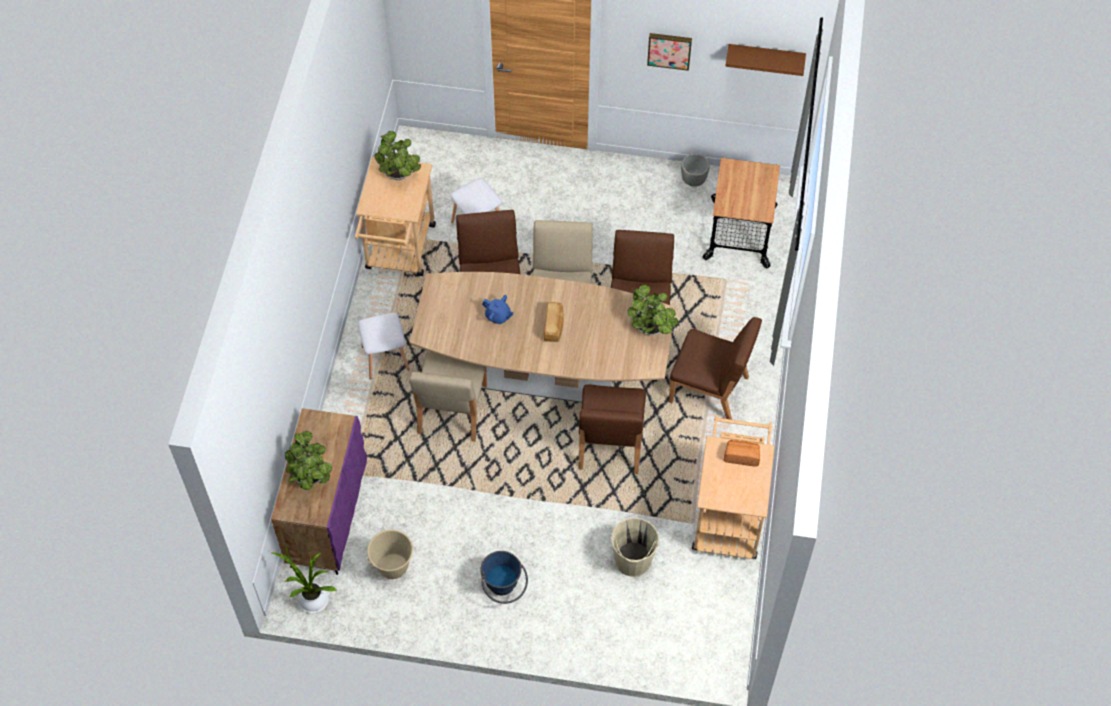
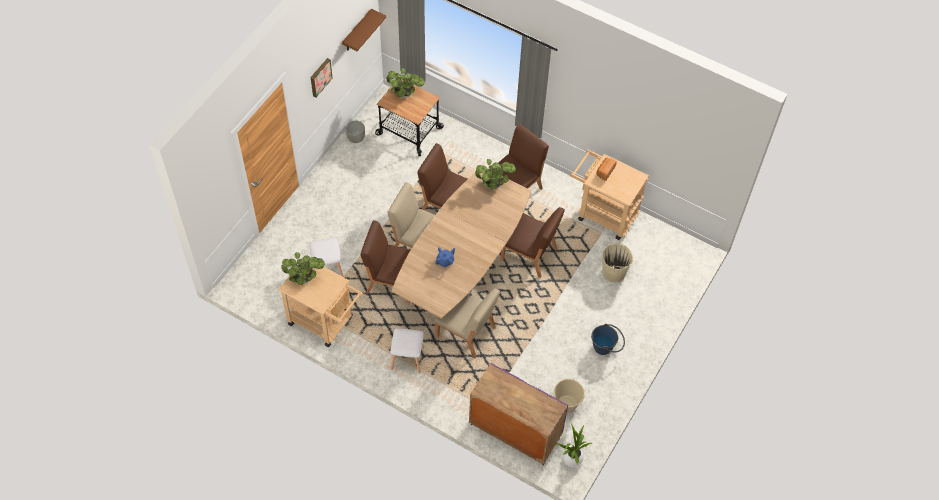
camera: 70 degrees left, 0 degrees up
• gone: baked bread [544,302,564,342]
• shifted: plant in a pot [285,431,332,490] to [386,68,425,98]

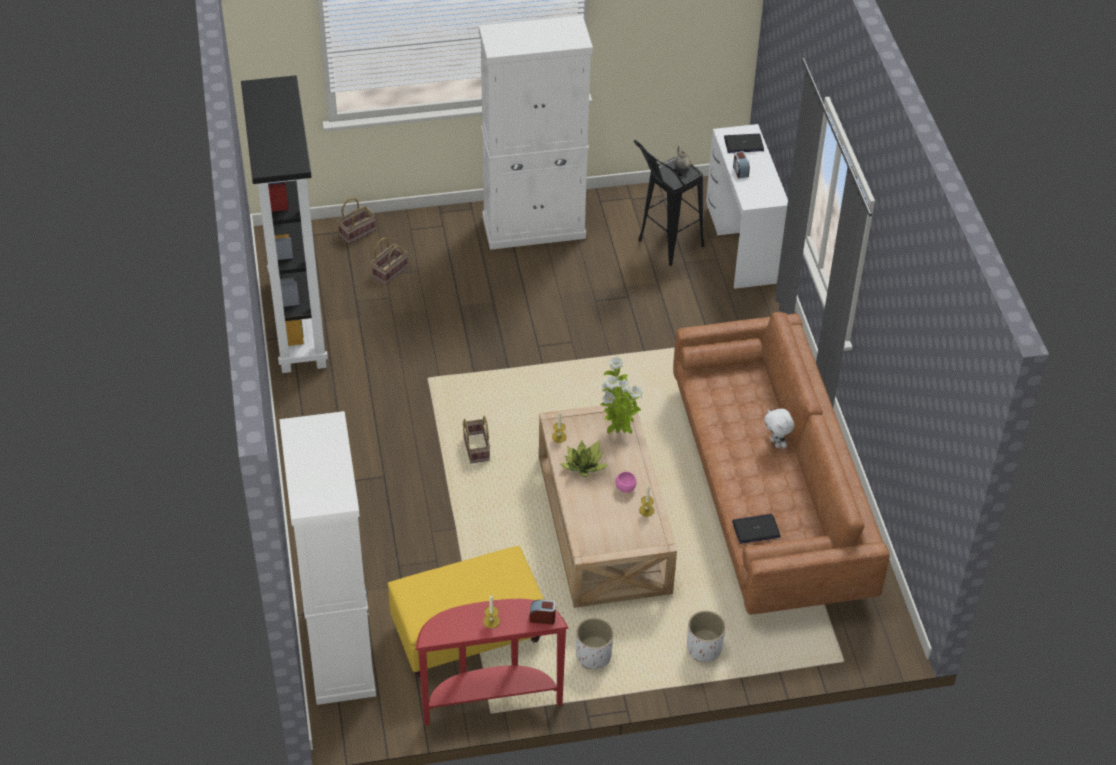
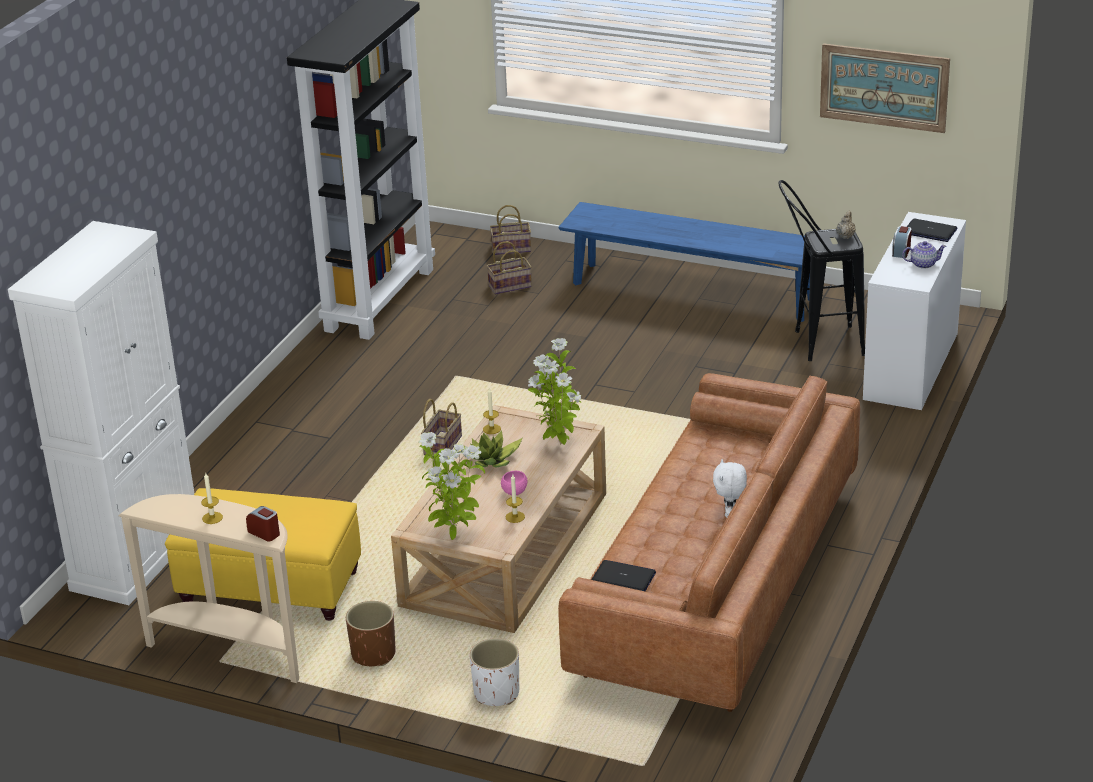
camera: 35 degrees right, 15 degrees down
• swapped: cupboard (white) [479,15,593,250] to bench (blue-coloured) [558,202,831,322]
• repainted: narrow table (red-coloured) [416,599,569,725] to narrow table (sand-coloured) [118,494,299,683]
• repainted: planter (white) [576,618,614,669] to planter (brown-coloured) [346,601,396,666]
• new: wall art [820,43,950,133]
• new: pot for tea [902,241,946,269]
• new: plant in a pot [418,432,485,540]

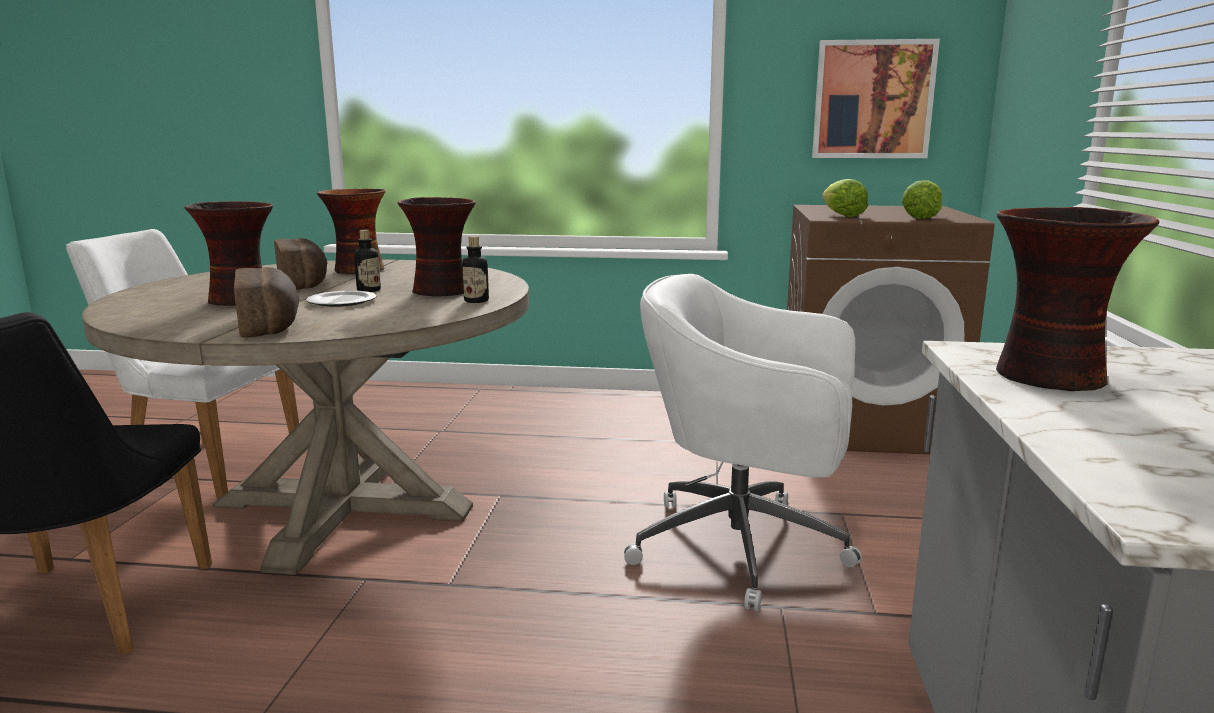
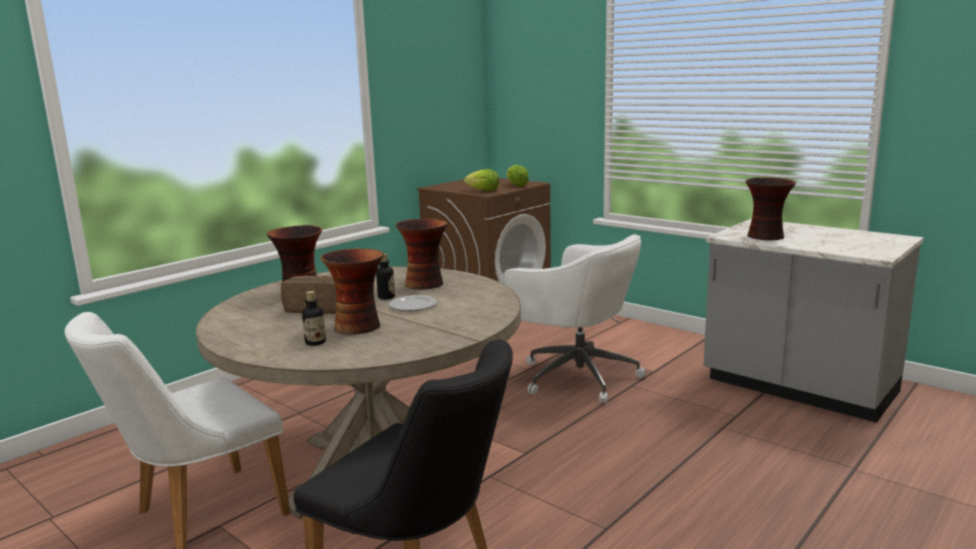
camera: 55 degrees left, 0 degrees up
• gone: wall art [812,39,940,158]
• shifted: bottle [462,236,489,303] to [302,291,326,346]
• gone: baked bread [234,267,300,338]
• rotated: computer chair (white) [624,274,862,611] = [502,234,646,403] 105 degrees counterclockwise

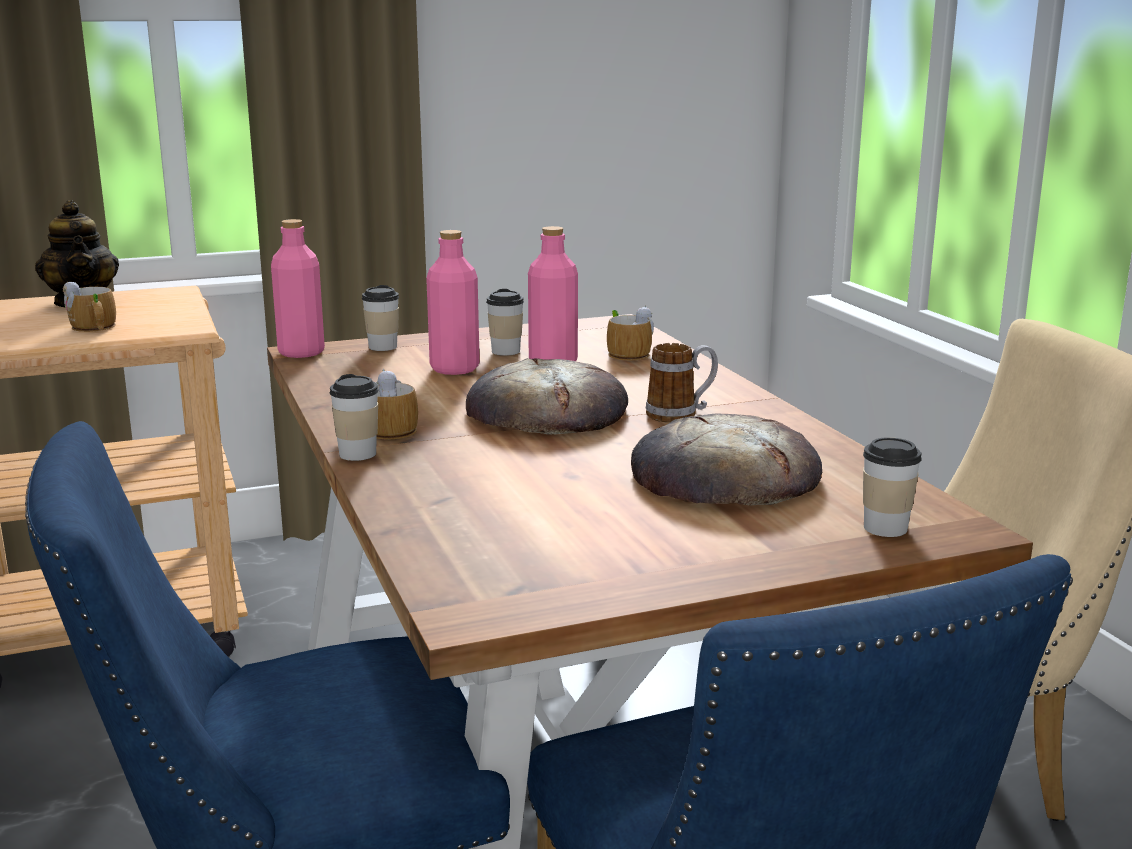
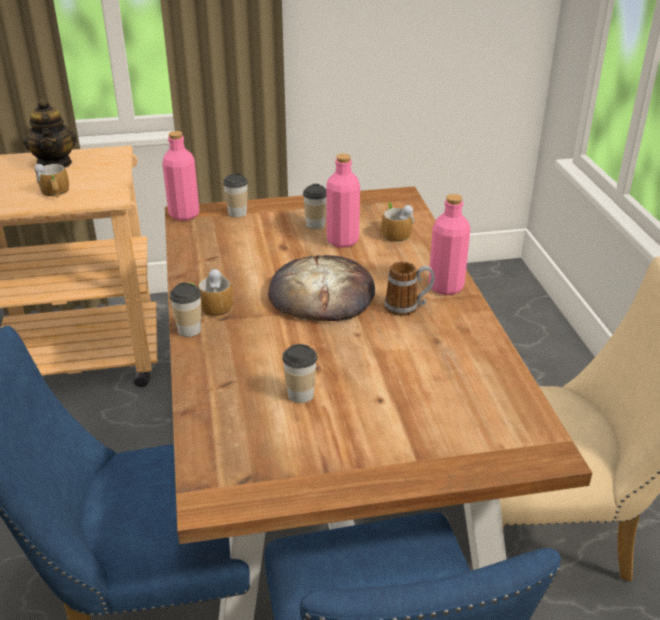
camera: 10 degrees right, 15 degrees up
• shifted: bottle (pink-coloured) [426,230,480,375] to [428,194,471,295]
• gone: baked bread [631,414,822,506]
• shifted: drinking cup [863,437,922,537] to [283,344,317,403]

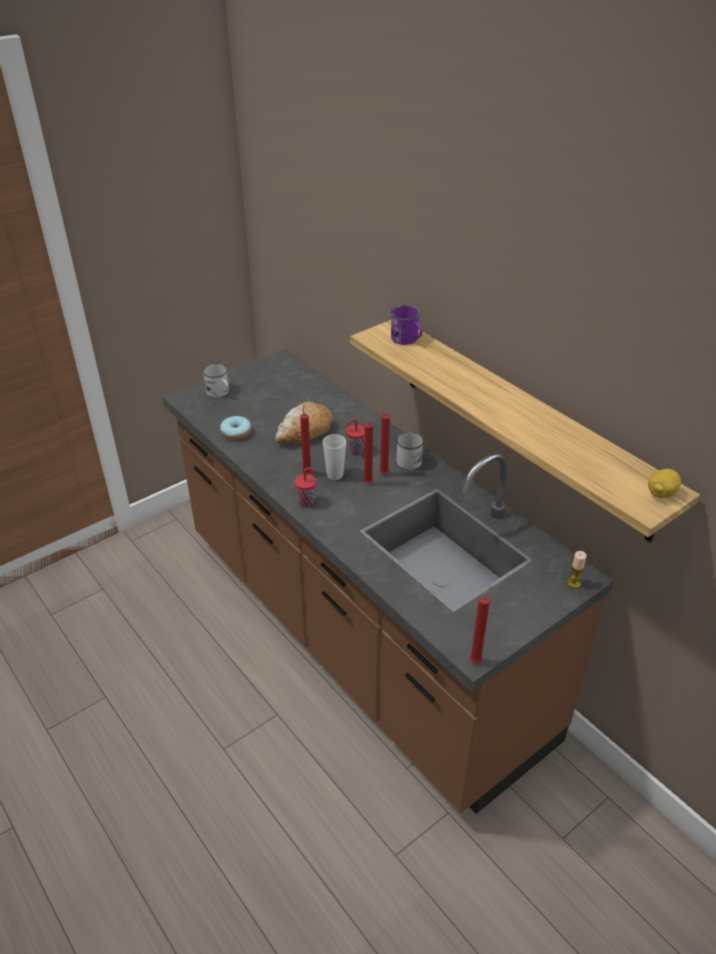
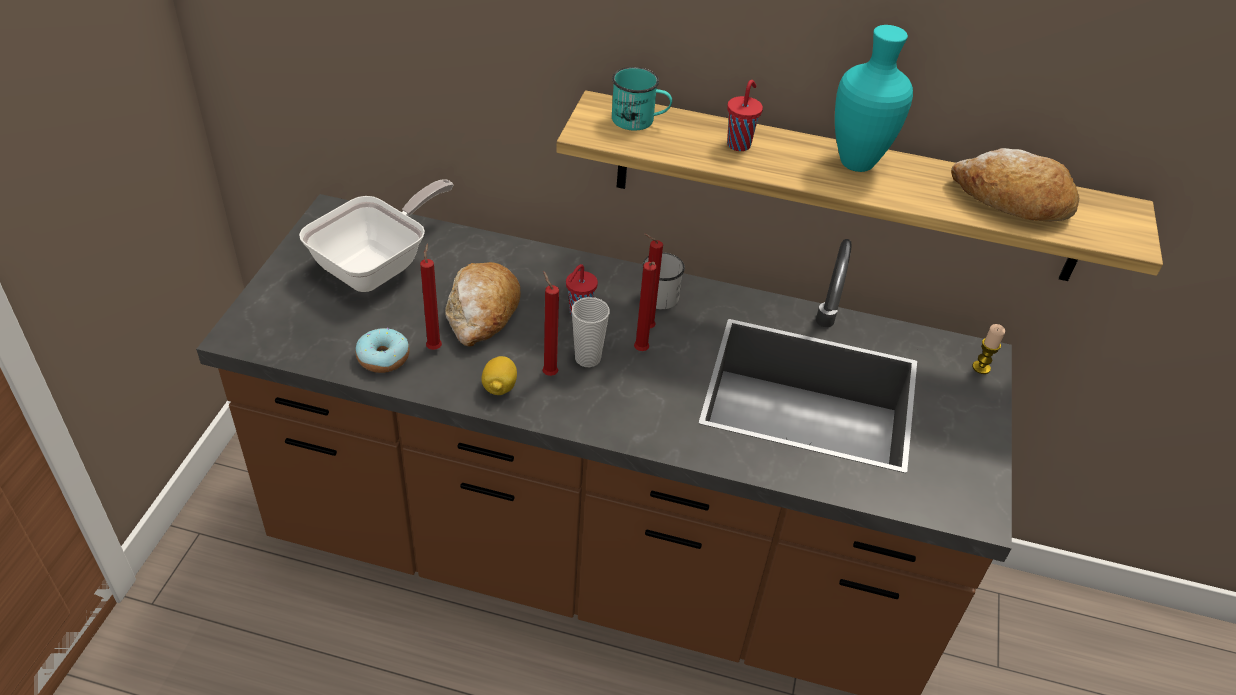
camera: 40 degrees left, 5 degrees up
• repainted: mug (purple-coloured) [390,305,423,345] to mug (turquoise-coloured) [612,67,672,131]
• gone: mug (white) [202,364,229,397]
• shifted: drinking cup (red-coloured) [294,467,317,507] to [727,80,763,151]
• shifted: lemon [648,469,681,498] to [481,356,517,395]
• shifted: candle (red-coloured) [470,586,491,663] to [420,244,442,350]
• new: vase (turquoise-coloured) [835,25,913,172]
• new: baked bread [951,148,1079,222]
• new: skillet [299,179,454,292]

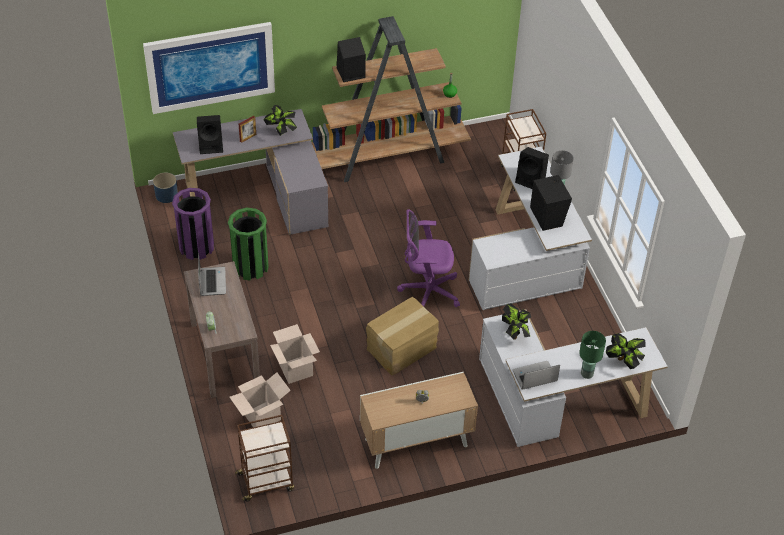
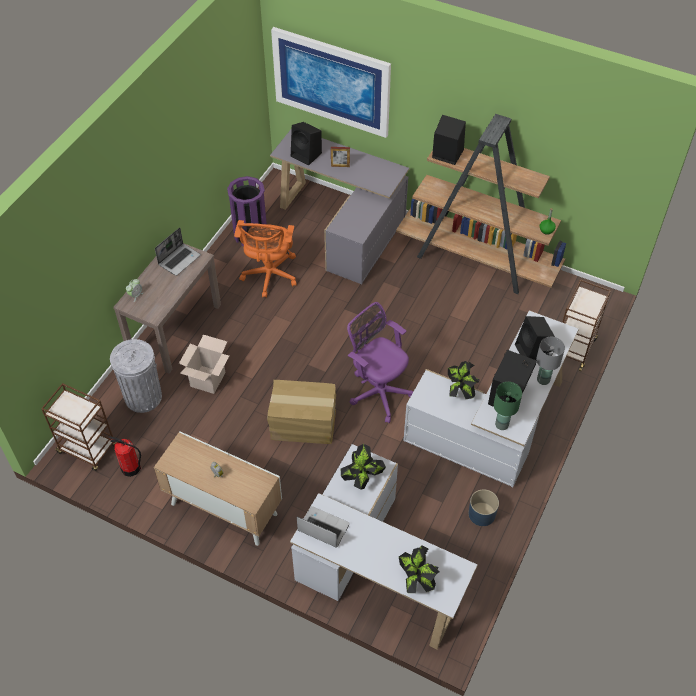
camera: 45 degrees right, 5 degrees up
• shifted: plant in a pot [264,105,297,136] to [448,361,480,399]
• shifted: planter (blue-coloured) [153,172,178,203] to [469,489,499,526]
• swapped: rubbish bin (green) [228,208,269,280] to computer chair (orangey) [234,220,297,298]
• shifted: table lamp (green) [579,331,606,379] to [494,382,522,430]
• swapped: carton [229,372,291,427] to rubbish bin (grey) [110,339,162,413]
• new: fire extinguisher [109,437,141,477]

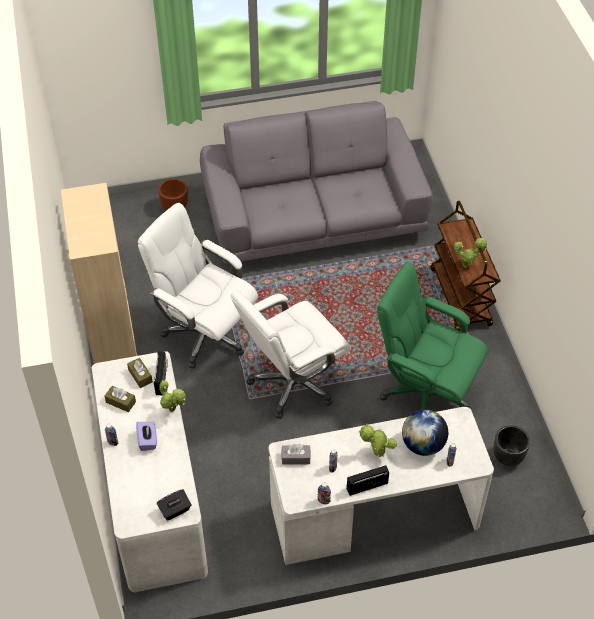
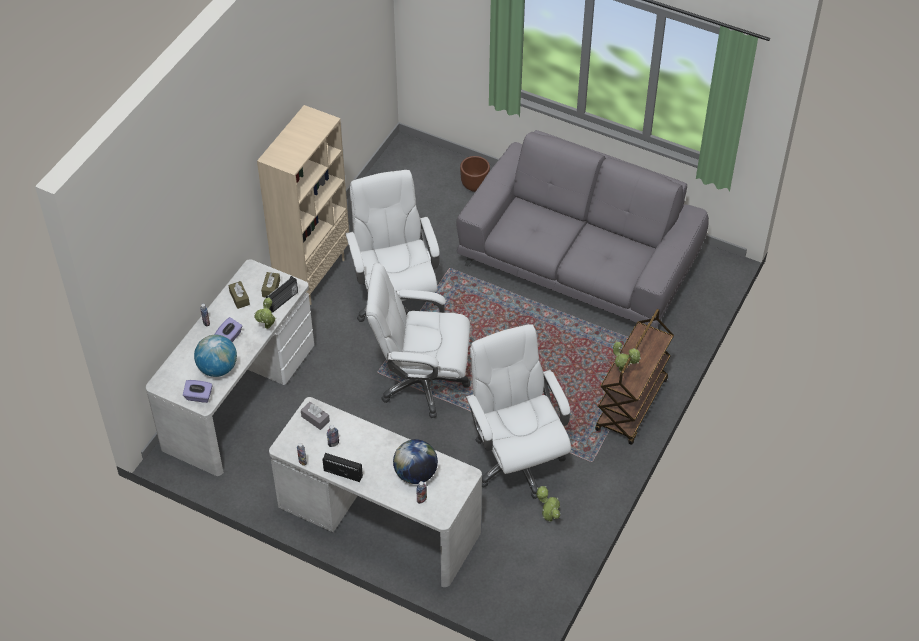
camera: 40 degrees right, 0 degrees up
• repainted: computer chair (green) [377,262,488,410] to computer chair (white) [466,324,571,499]
• shifted: plant in a pot [359,423,397,457] to [536,486,560,522]
• gone: planter (blackish) [493,425,530,466]
• repainted: tissue holder (blackish) [157,489,191,521] to tissue holder (purple-coloured) [183,380,212,403]
• new: globe [194,335,237,377]

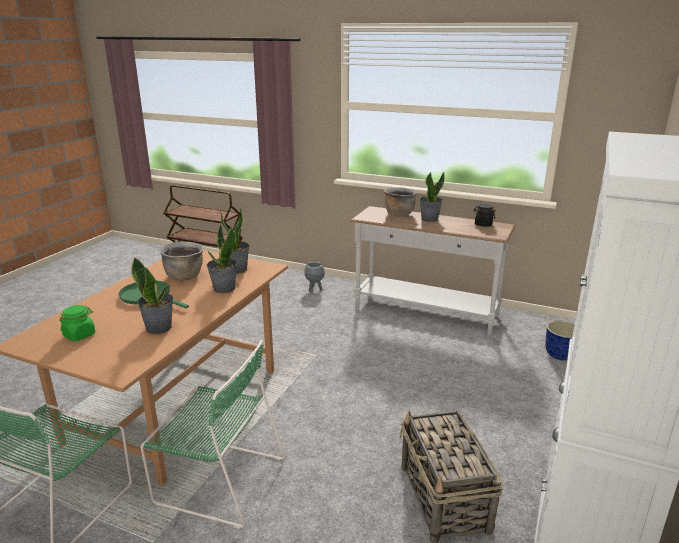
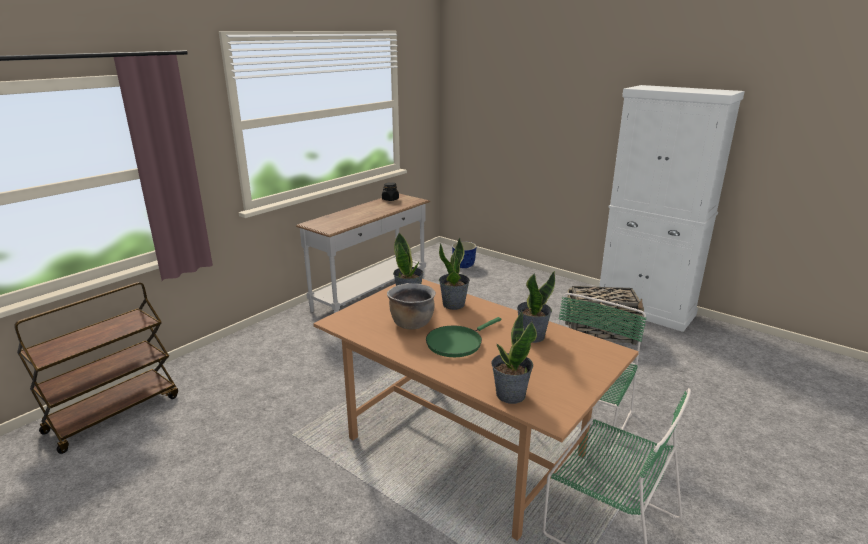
camera: 75 degrees left, 0 degrees up
• shifted: plant in a pot [419,172,445,222] to [491,311,537,404]
• gone: saucepot (brown-coloured) [384,187,417,216]
• gone: planter (grey) [304,262,325,292]
• gone: preserve jar (green) [59,305,95,341]

